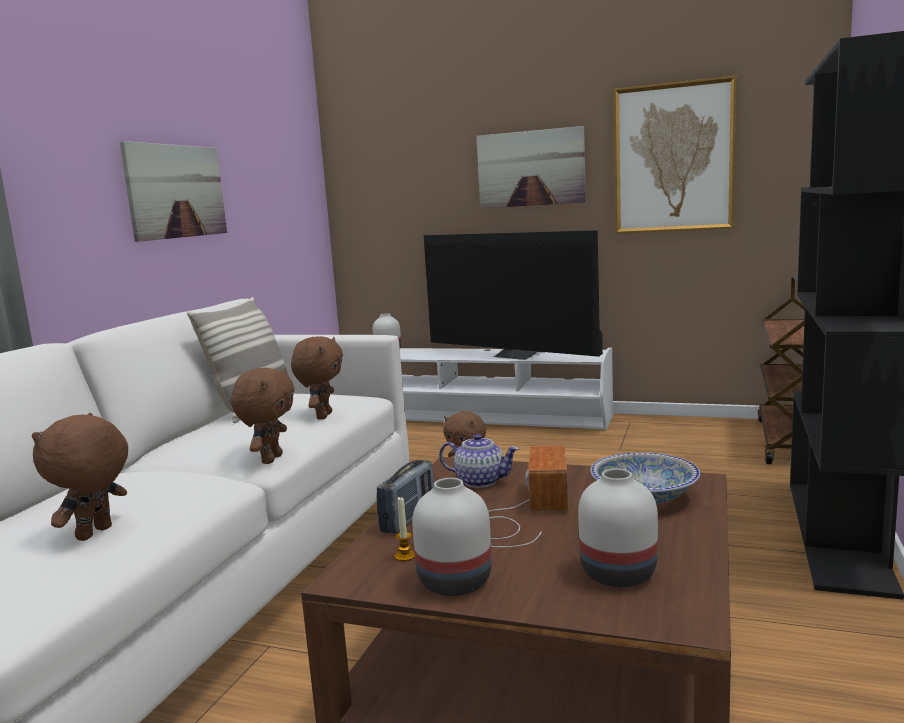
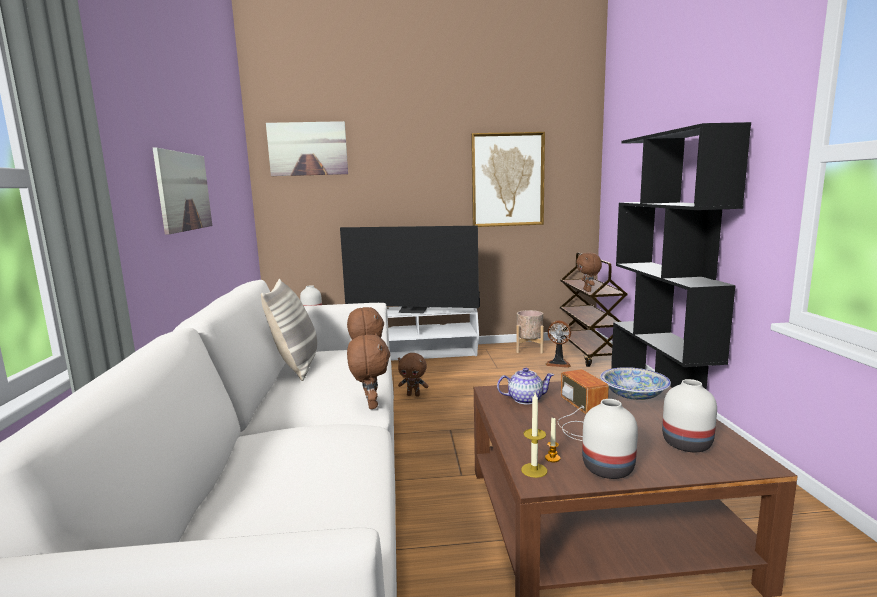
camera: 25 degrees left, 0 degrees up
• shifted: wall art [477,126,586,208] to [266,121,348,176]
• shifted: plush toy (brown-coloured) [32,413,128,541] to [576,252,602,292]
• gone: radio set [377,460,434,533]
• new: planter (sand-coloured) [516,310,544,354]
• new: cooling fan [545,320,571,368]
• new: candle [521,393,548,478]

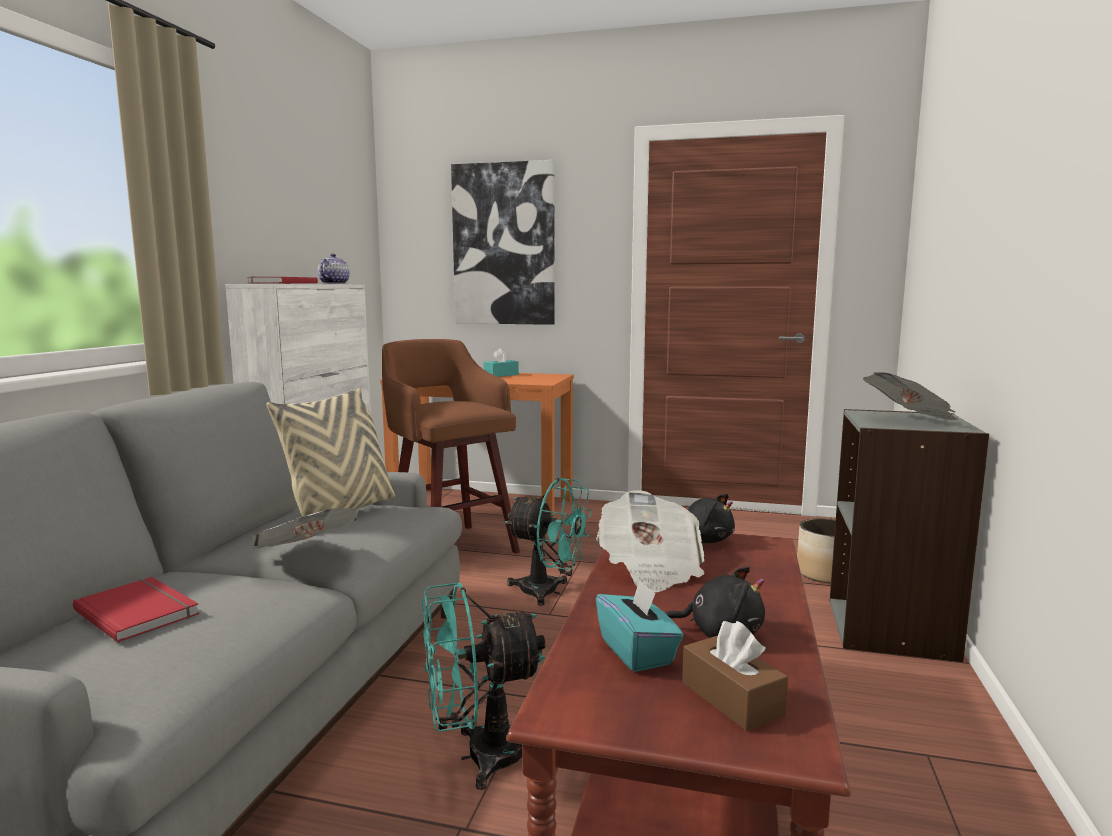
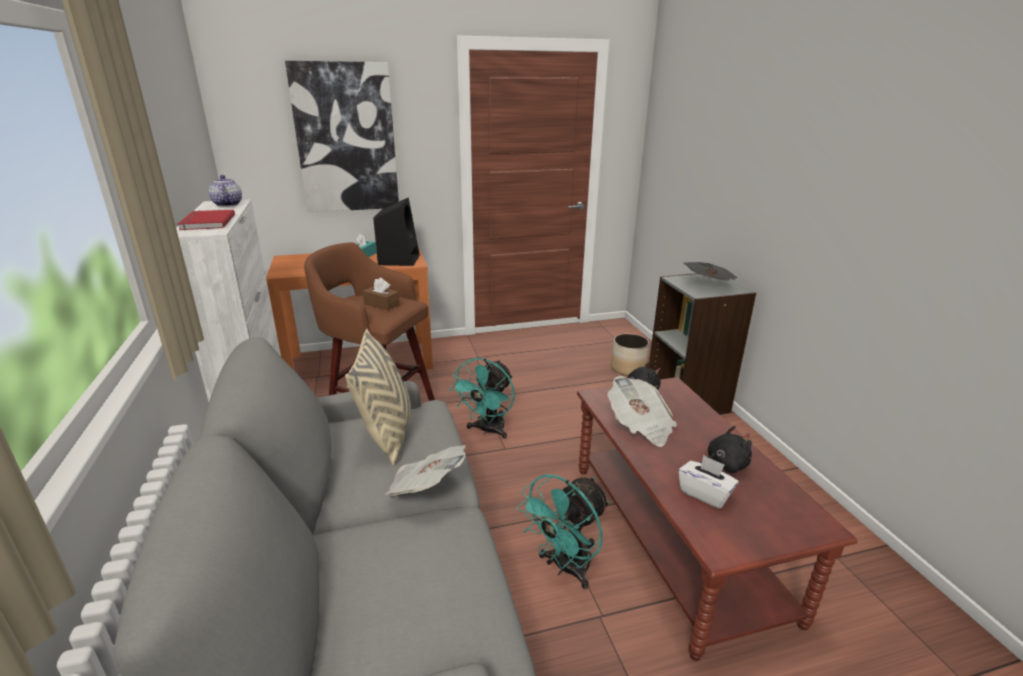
camera: 30 degrees left, 15 degrees up
• rotated: cooling fan (turquoise-coloured) [505,478,592,606] = [449,358,515,439] 120 degrees clockwise
• gone: volume (red-coloured) [73,577,199,643]
• repainted: tissue holder (turquoise-coloured) [596,580,683,672] to tissue holder (white) [679,455,739,509]
• shifted: tissue holder (brown-coloured) [682,621,788,731] to [363,278,400,310]
• new: speaker (blackish) [373,197,420,266]

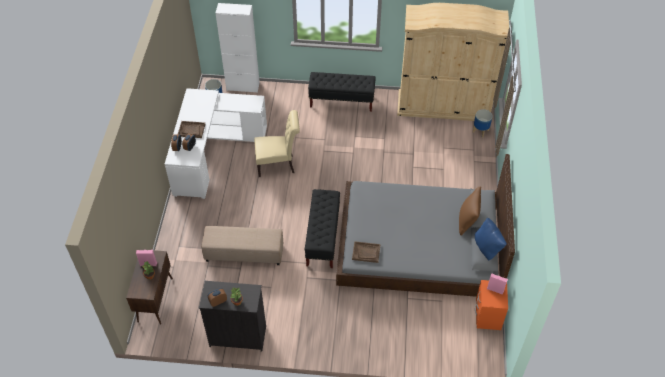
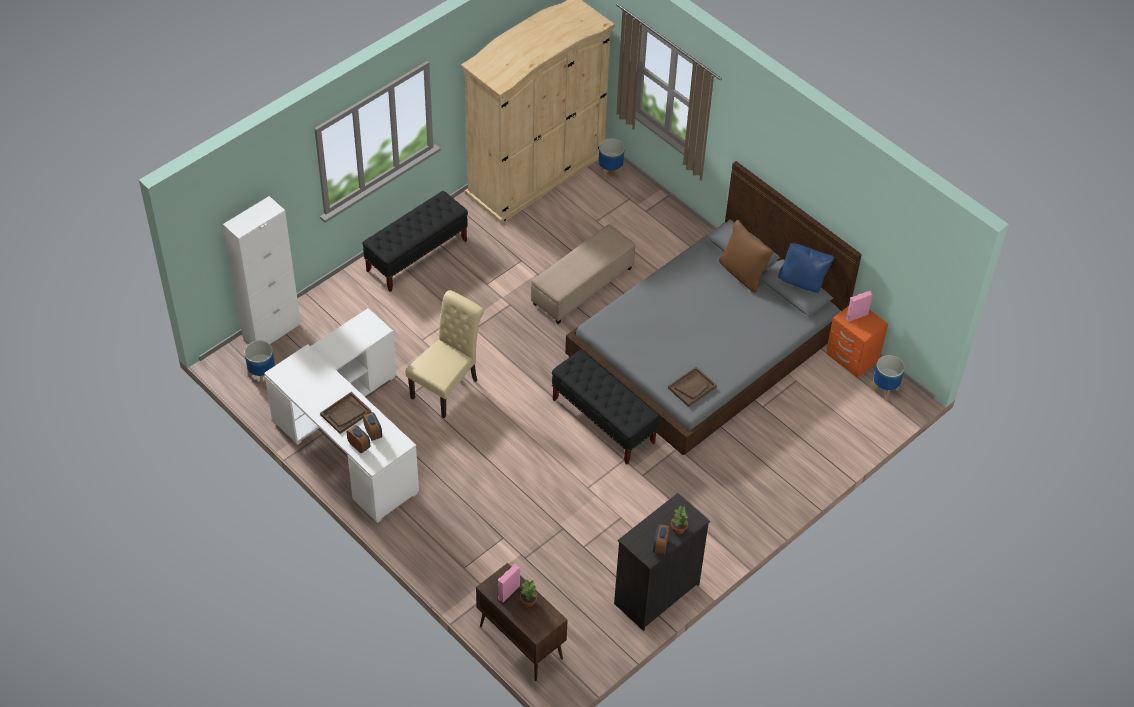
camera: 50 degrees left, 0 degrees up
• shifted: pouffe (sand-coloured) [201,226,283,265] to [531,224,635,324]
• new: planter [871,355,905,400]

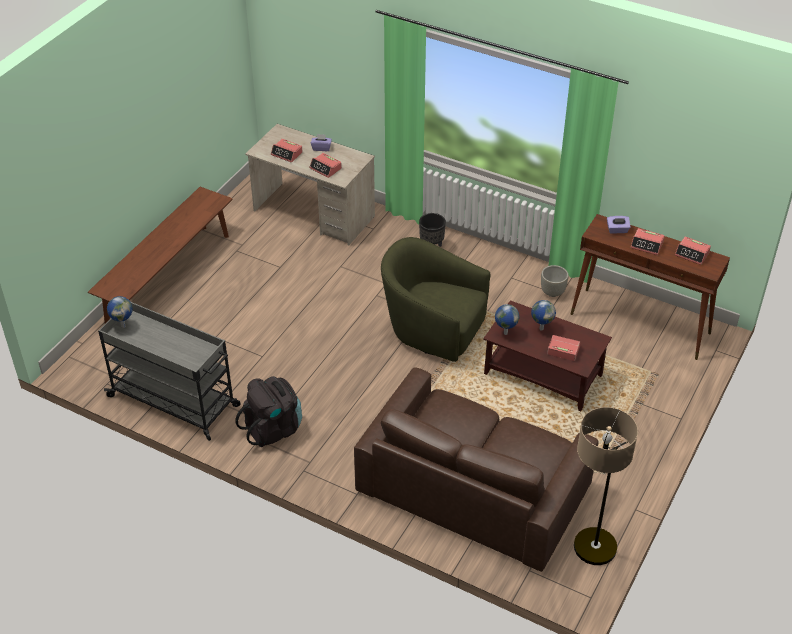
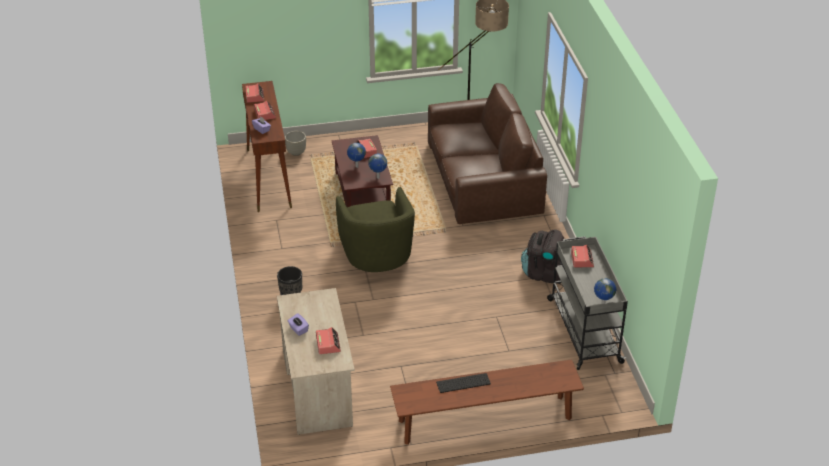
camera: 130 degrees left, 5 degrees down
• shifted: bedside clock [309,153,342,178] to [571,245,594,267]
• shifted: planter (grey) [541,265,569,297] to [285,131,306,156]
• new: keyboard [436,373,491,393]

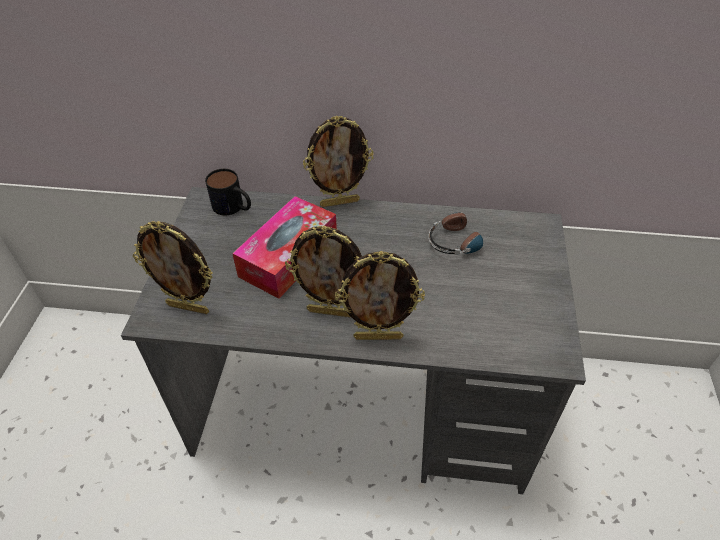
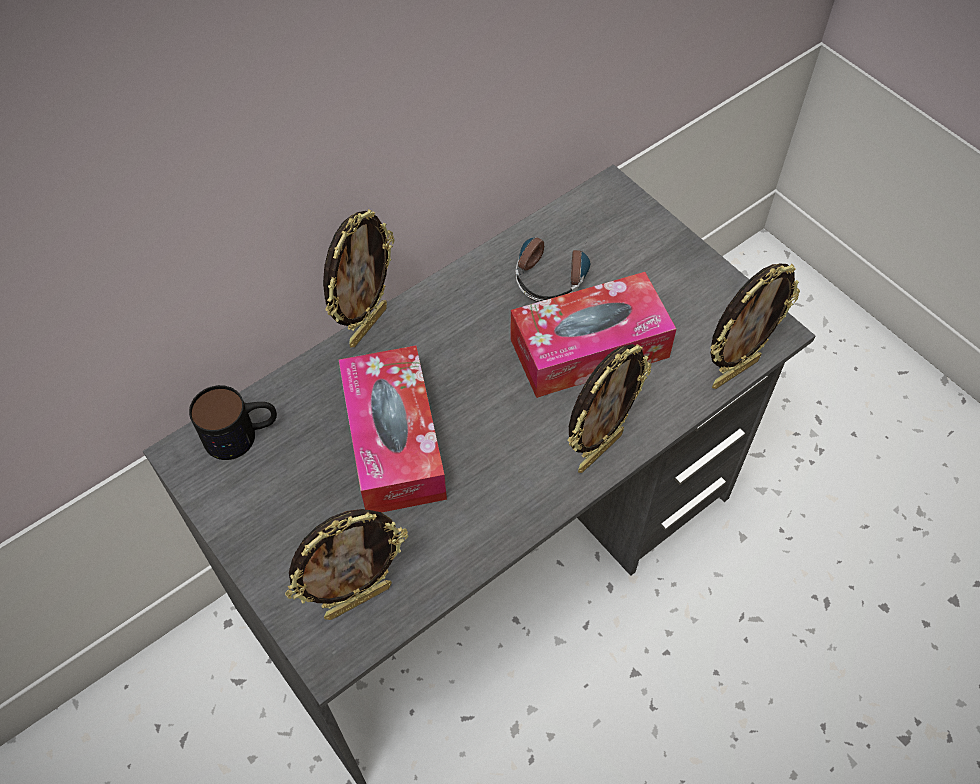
camera: 45 degrees left, 10 degrees up
• shifted: picture frame [285,225,362,317] to [710,264,800,389]
• new: tissue holder [510,272,676,398]

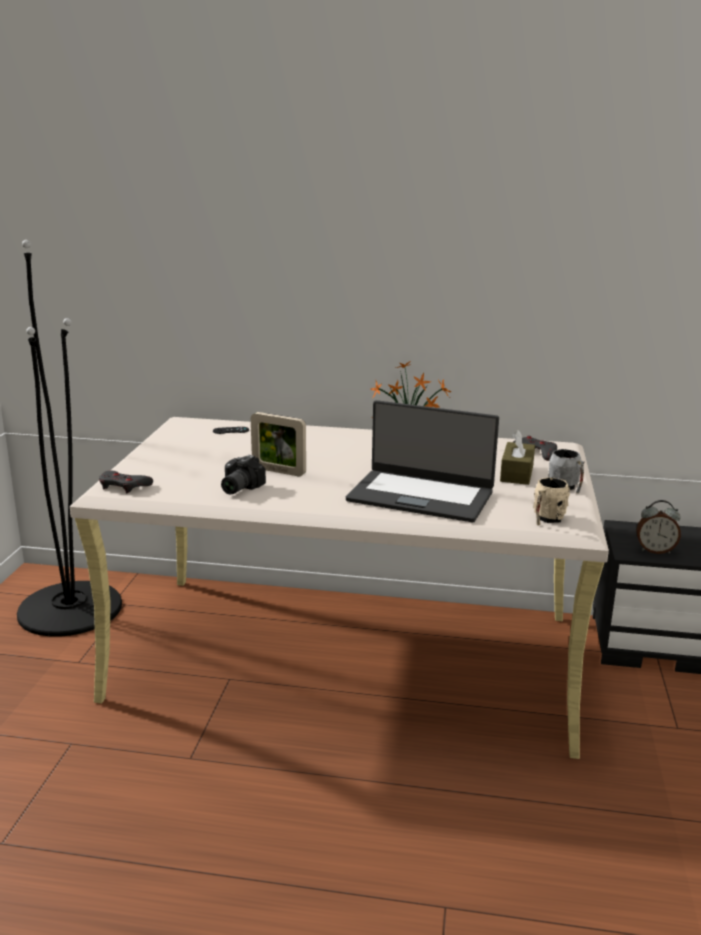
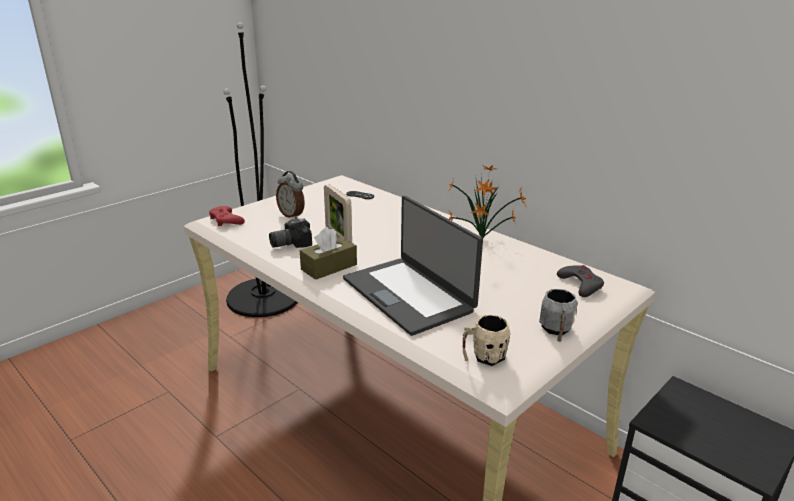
camera: 35 degrees right, 5 degrees up
• shifted: tissue holder (brown-coloured) [500,430,535,485] to [300,227,357,280]
• repainted: joypad (grey) [99,470,153,493] to joypad (red-coloured) [209,206,245,226]
• shifted: bedside clock [636,500,681,554] to [276,171,305,219]

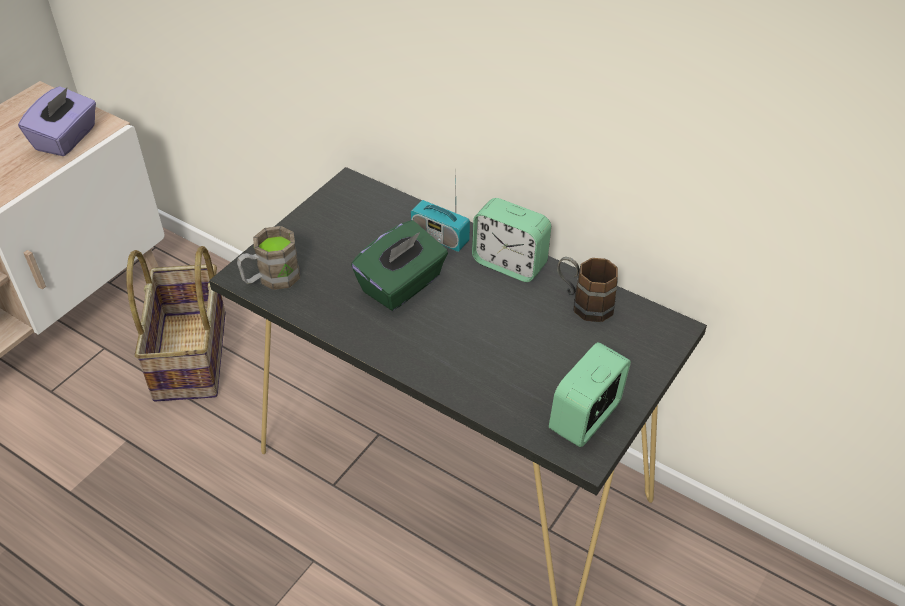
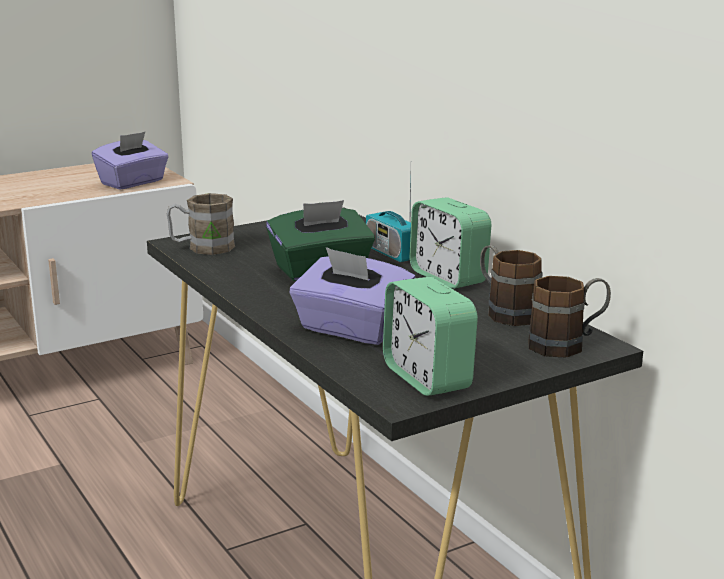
camera: 25 degrees right, 25 degrees down
• gone: household basket [126,246,226,402]
• rotated: bedside clock [549,342,631,447] = [383,277,478,396] 90 degrees counterclockwise
• new: tissue holder (purple-coloured) [289,247,416,345]
• new: mug (brown-coloured) [529,276,611,358]

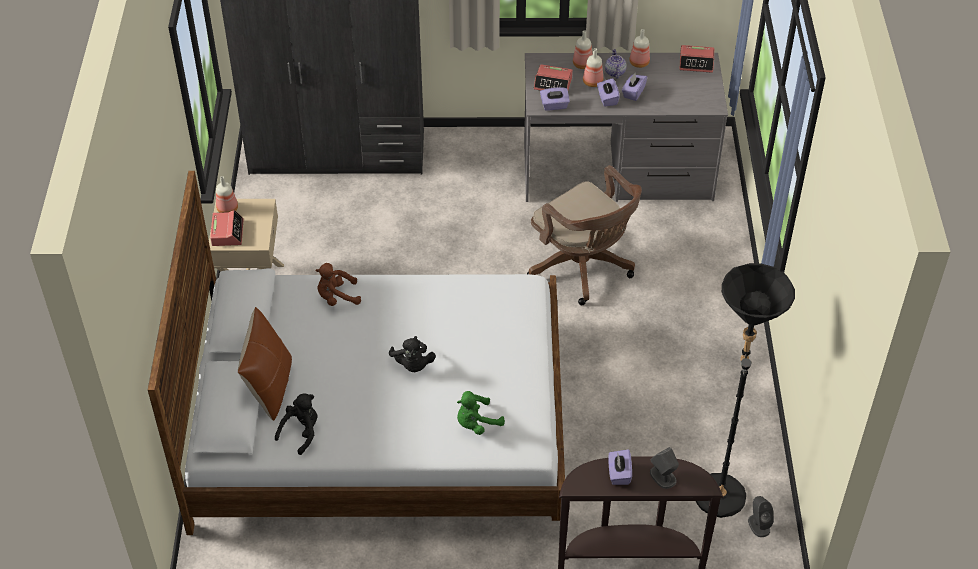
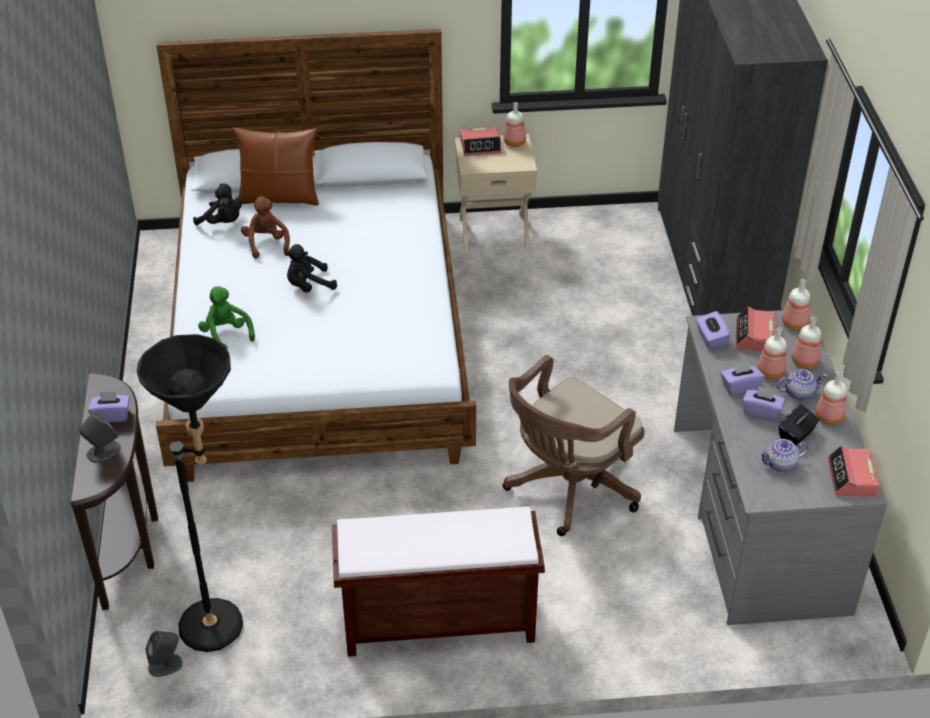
camera: 85 degrees right, 5 degrees down
• shifted: plush toy (brown-coloured) [315,263,361,306] to [241,196,290,259]
• new: bottle [782,279,810,330]
• new: tissue holder (blackish) [779,405,820,445]
• new: pot for tea [759,439,808,472]
• new: bench (brown-coloured) [332,506,545,657]

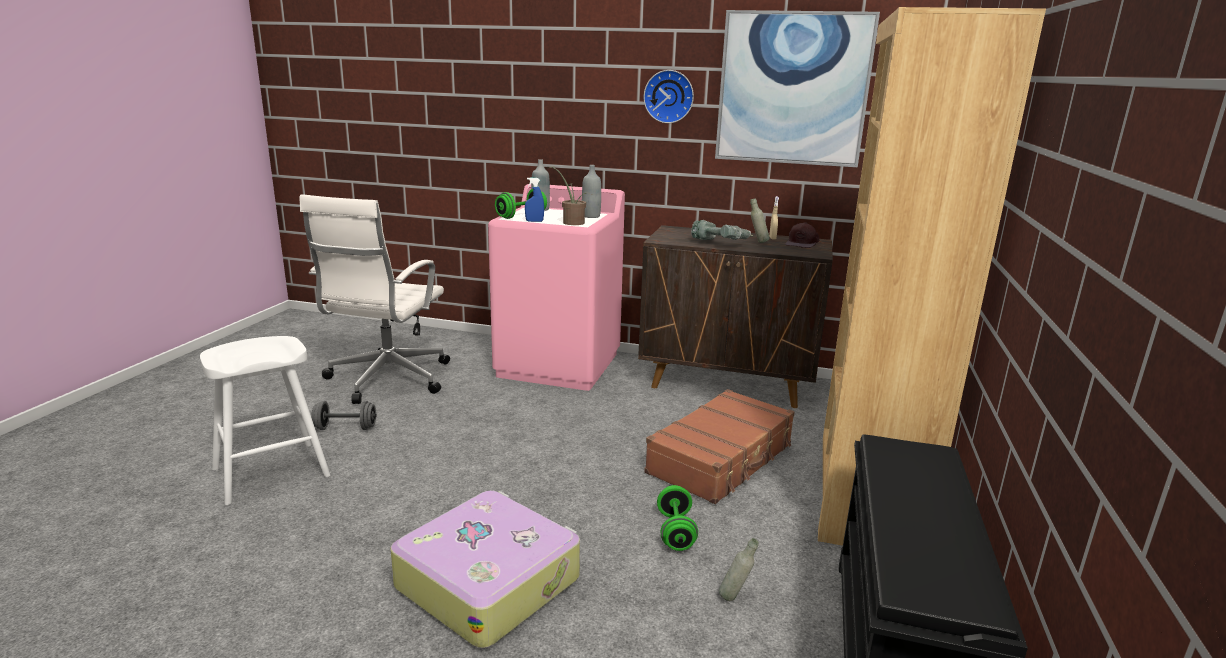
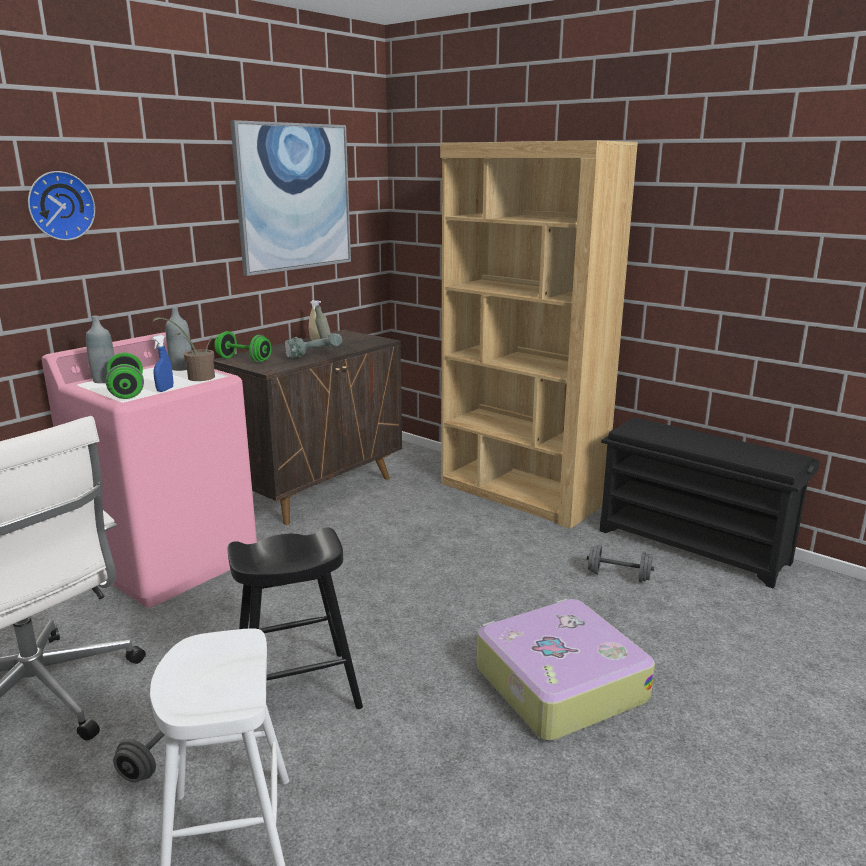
camera: 65 degrees left, 0 degrees up
• shifted: hanging clock [644,70,694,123] to [28,171,95,241]
• gone: cap (brown-coloured) [785,222,820,248]
• gone: suitcase (brown-coloured) [644,389,795,504]
• shifted: dumbbell (green) [657,485,698,551] to [214,331,272,363]
• swapped: bottle (grey) [719,538,759,601] to dumbbell (grey) [587,544,654,583]
• new: stool seat (blackish) [228,527,363,709]

